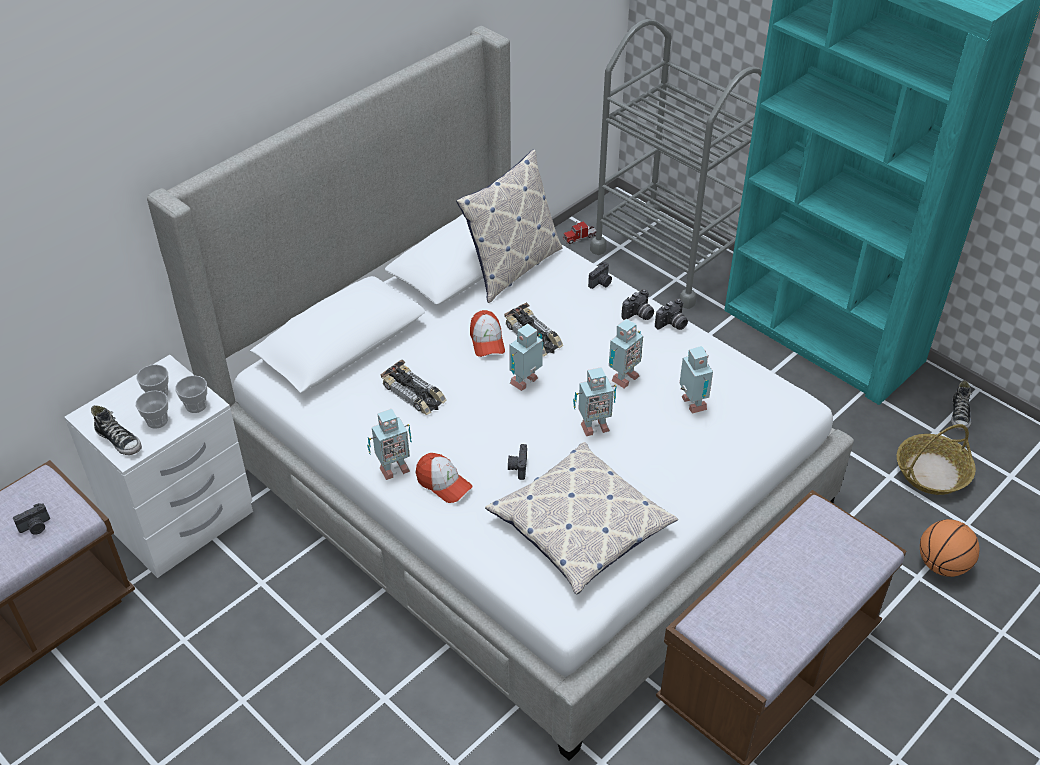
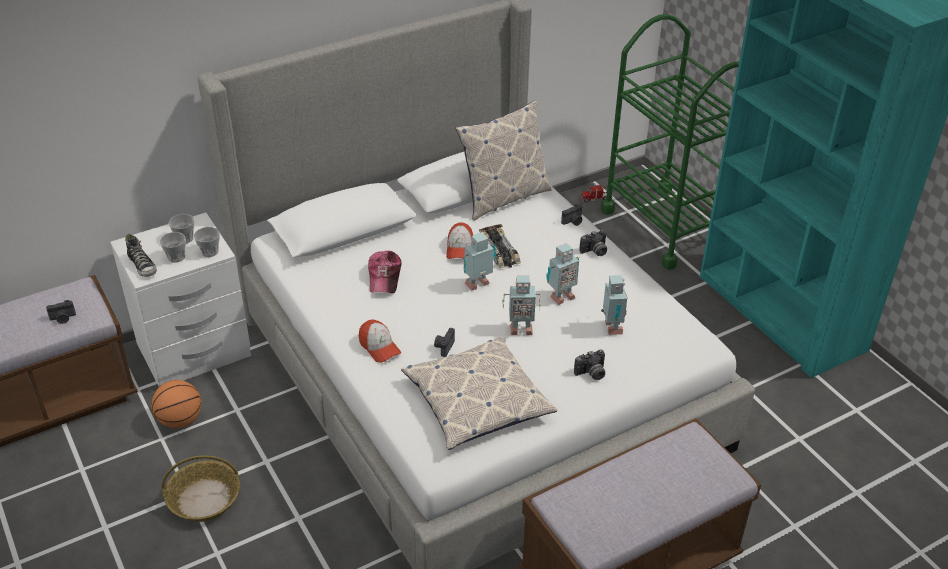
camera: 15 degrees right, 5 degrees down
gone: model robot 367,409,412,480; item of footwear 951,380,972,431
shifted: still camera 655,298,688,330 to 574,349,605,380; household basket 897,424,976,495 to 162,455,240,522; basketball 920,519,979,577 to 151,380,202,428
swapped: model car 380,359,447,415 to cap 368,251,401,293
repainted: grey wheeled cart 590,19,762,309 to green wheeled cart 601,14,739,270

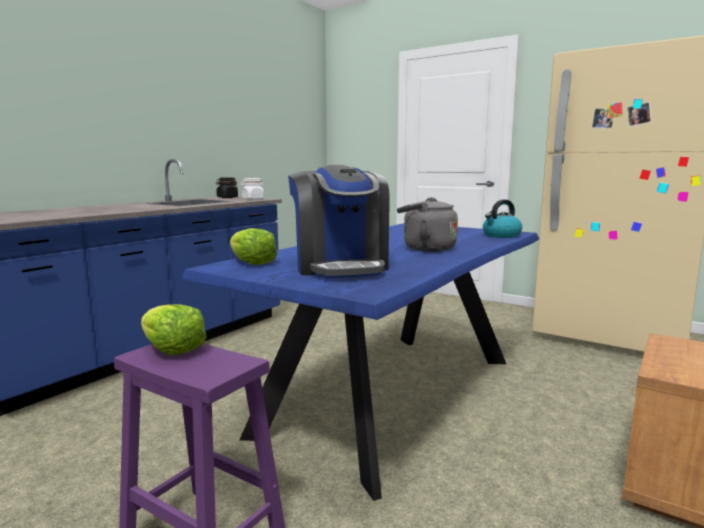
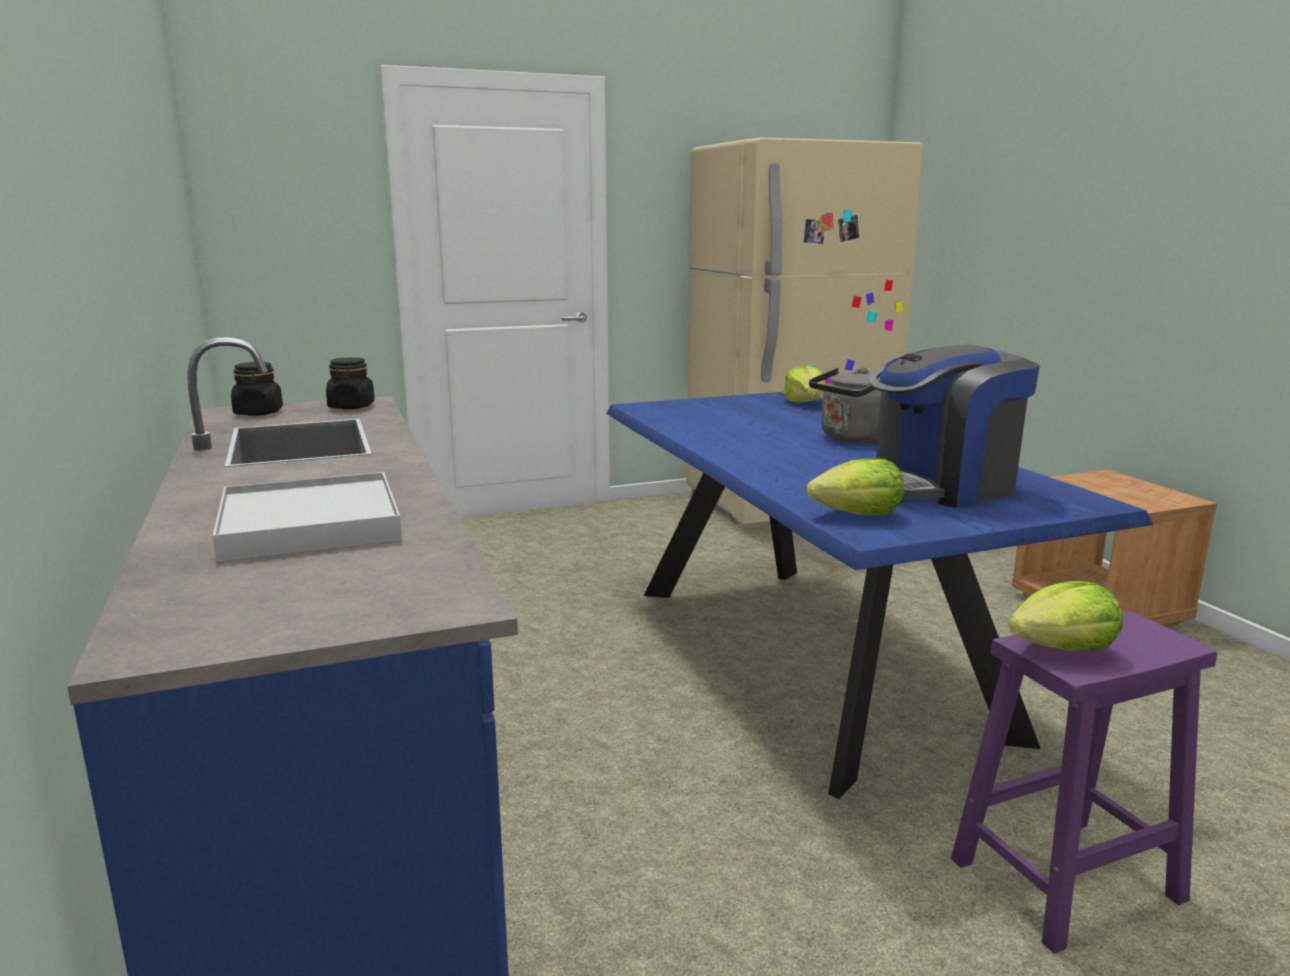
camera: 55 degrees left, 5 degrees up
new: white-coloured tray 213,472,402,562
swapped: kettle 483,199,522,238 to lettuce head 783,365,825,403
repainted: white-coloured storage jar 241,178,264,200 to blackish storage jar 326,357,375,409
rotated: coffee maker 288,165,390,278 = 869,344,1040,508 135 degrees clockwise

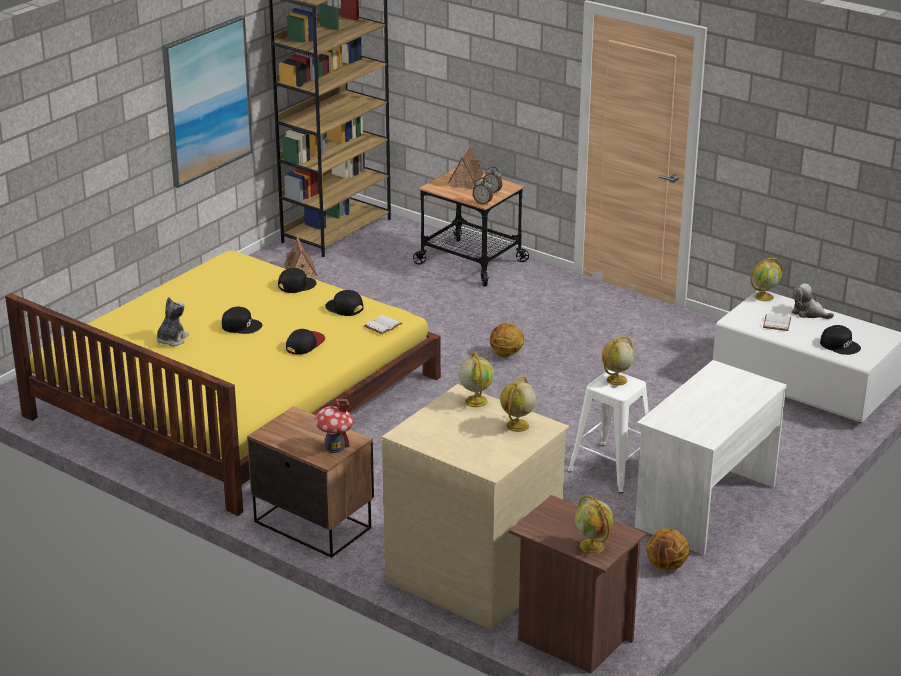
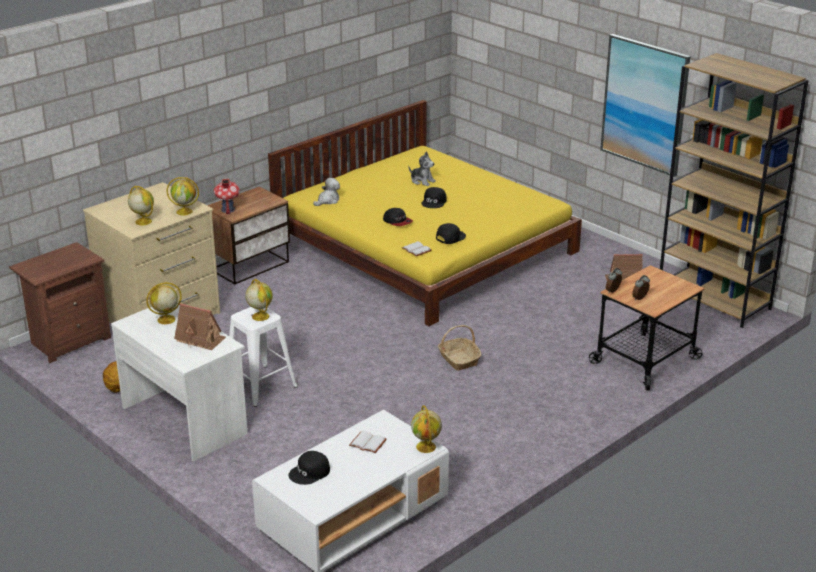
camera: 100 degrees right, 0 degrees up
gone: blackish cap 278,268,316,293
shifted: toy house 448,145,484,189 to 174,303,226,350; globe 575,495,613,554 to 146,282,182,324; plush toy 791,283,834,319 to 313,178,340,206
swapped: basketball 490,323,524,358 to household basket 438,325,482,371

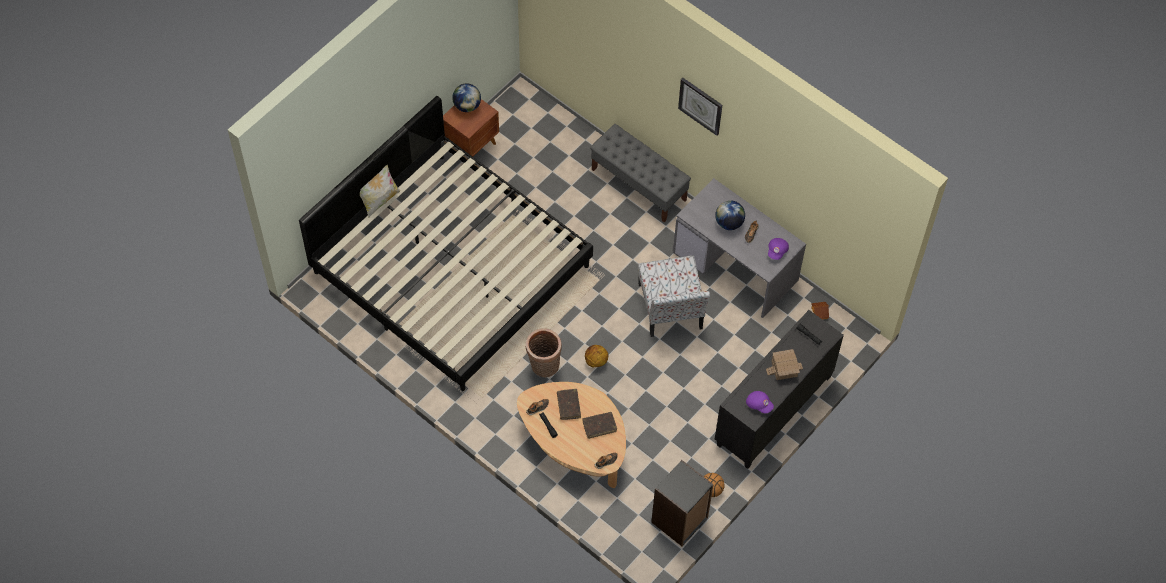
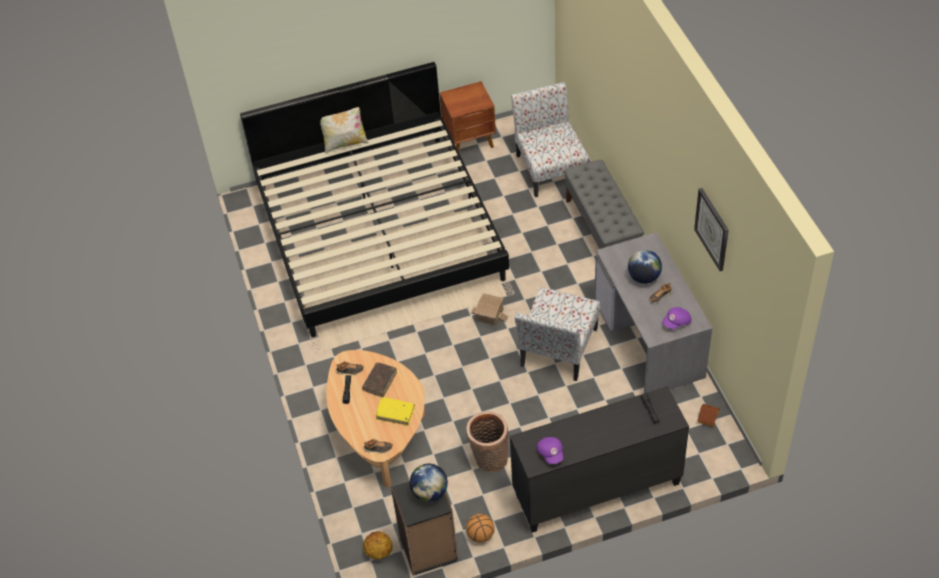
camera: 35 degrees right, 10 degrees down
new: upright chair 511,82,589,197
shifted: globe 452,84,481,112 to 410,464,448,502; household basket 526,328,562,378 to 466,411,509,472; basketball 585,345,608,368 to 363,531,392,560; hanging clock 678,78,722,136 to 694,188,729,271; toy house 766,349,803,380 to 471,293,508,325
repainted: brown book 582,412,617,439 to yellow book 375,397,415,425

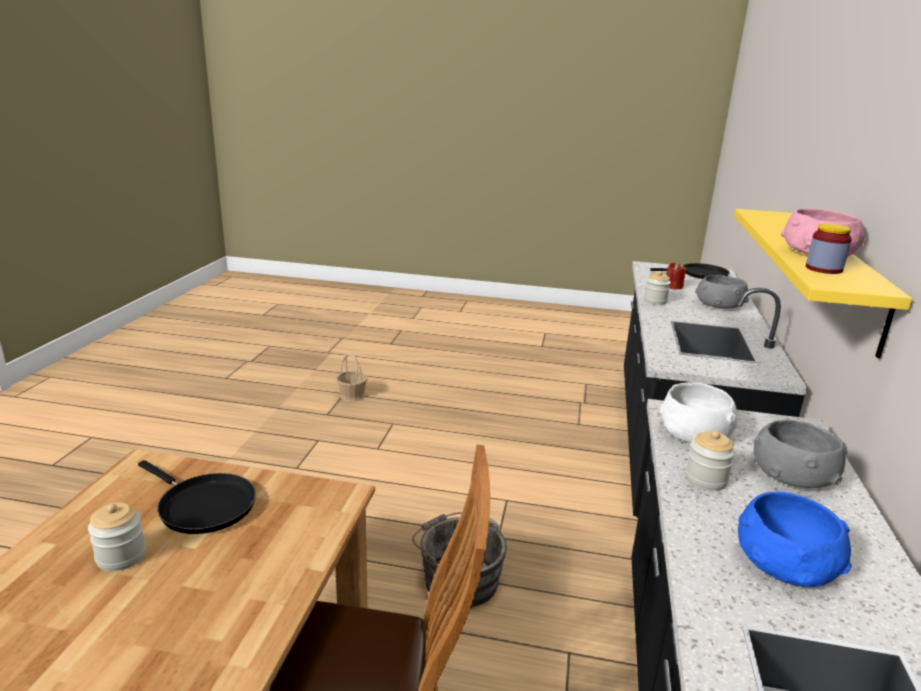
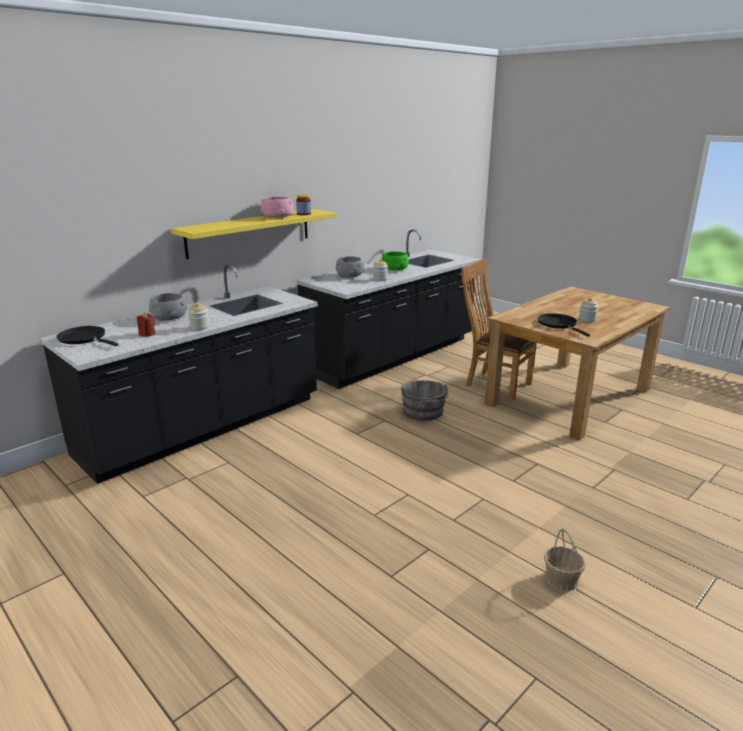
camera: 145 degrees left, 0 degrees up
gone: white-coloured deep dish 660,382,738,443
shifted: household basket 337,354,368,401 to 544,528,586,591
repainted: bluish deep dish 738,492,852,587 to green deep dish 381,251,409,270

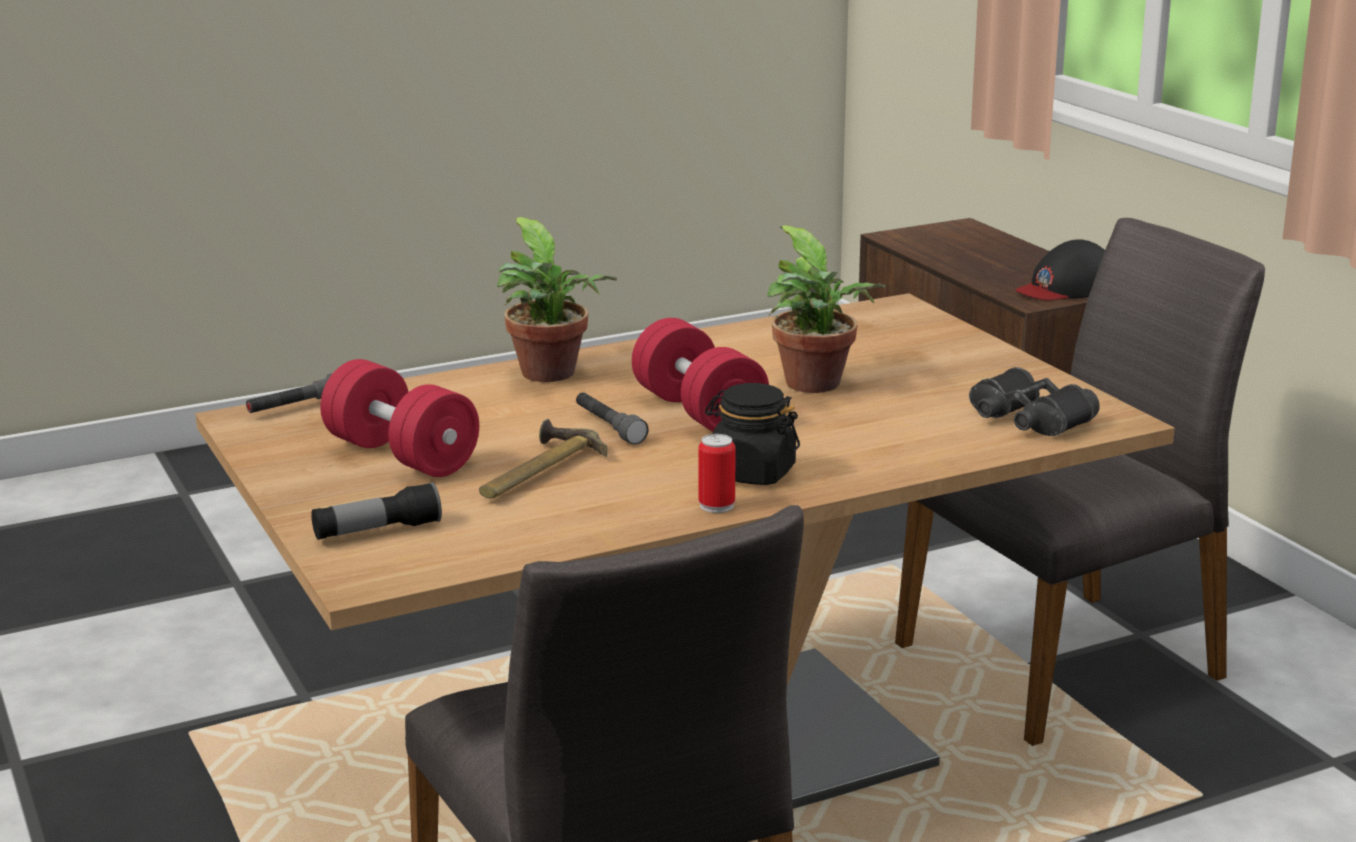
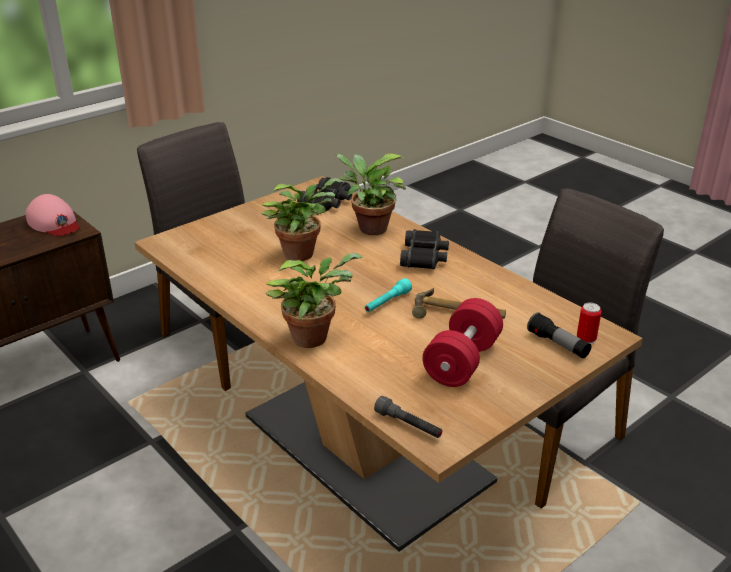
camera: 105 degrees left, 10 degrees up
gone: red dumbbell 632,318,769,432
new: houseplant 335,153,406,235
shifted: metal can 698,434,736,513 to 577,303,601,344
swapped: blackish storage jar 705,383,800,485 to blackish pair of binoculars 400,229,449,269
repainted: grey flashlight 576,392,649,445 to turquoise-coloured flashlight 365,278,412,312; blackish cap 1016,239,1105,300 to pink cap 25,194,80,236

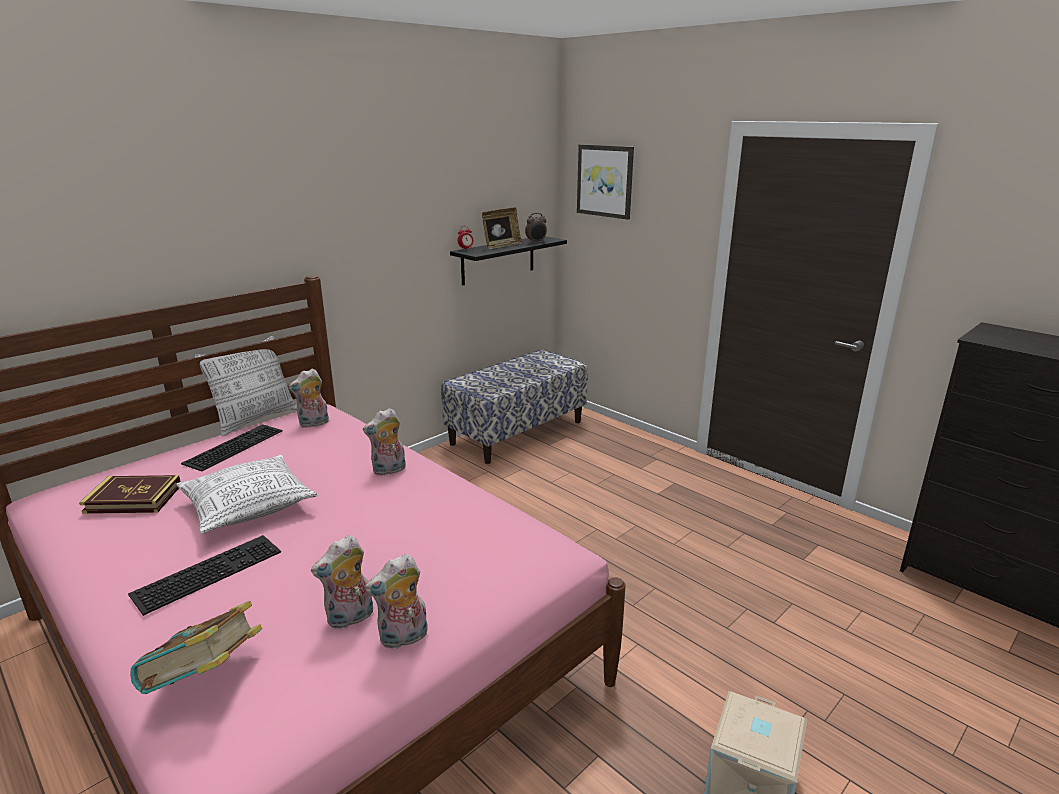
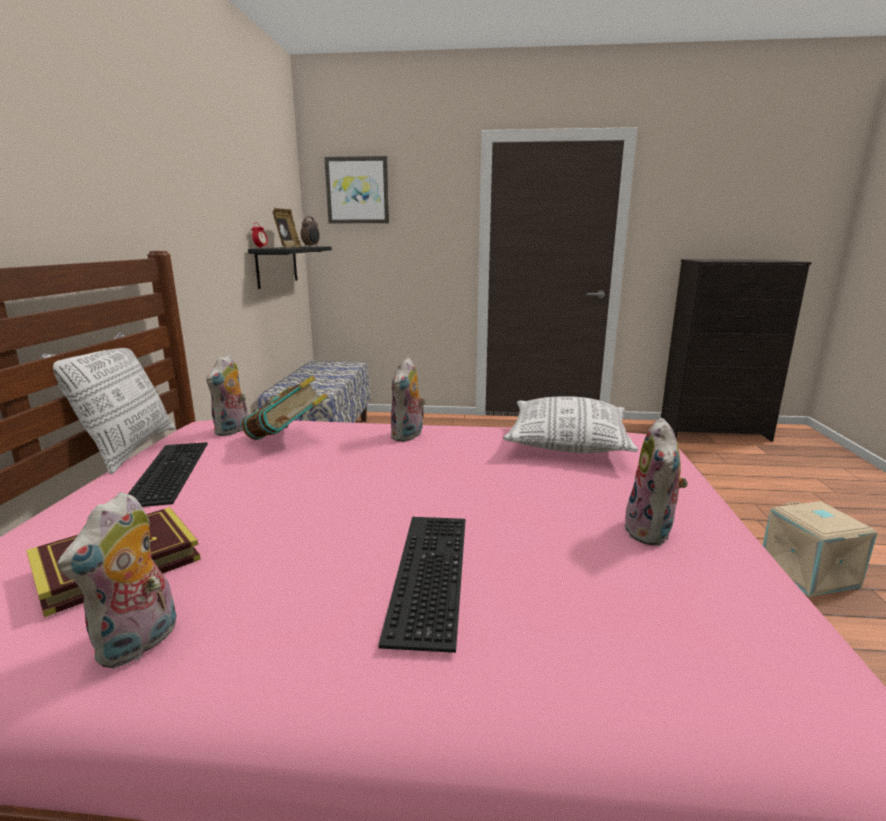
camera: 40 degrees left, 5 degrees down
shifted: book 130,601,262,694 to 242,376,328,440; throw pillow 176,455,317,534 to 503,396,638,453; plush toy 365,554,428,649 to 57,492,177,669

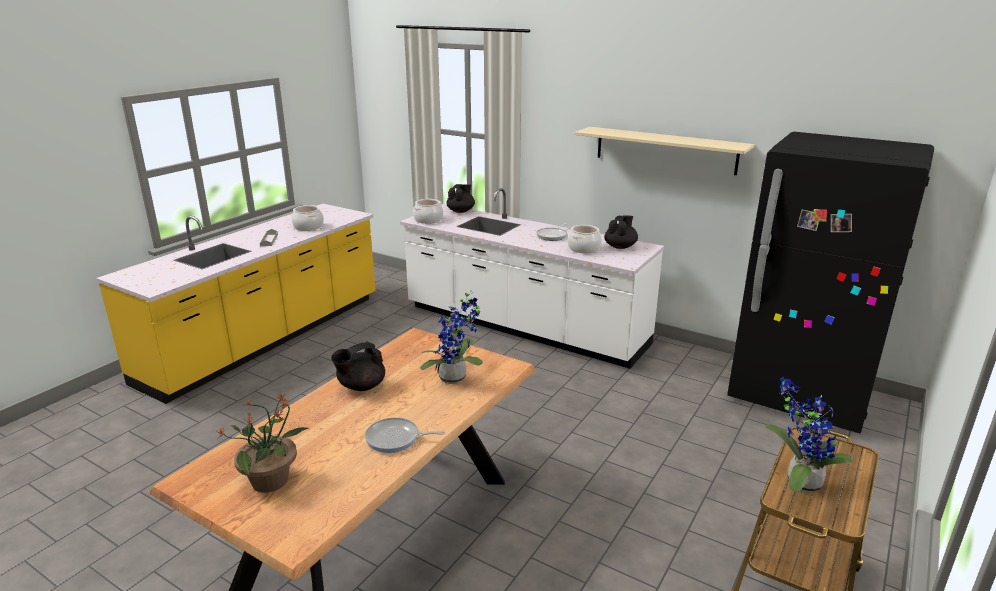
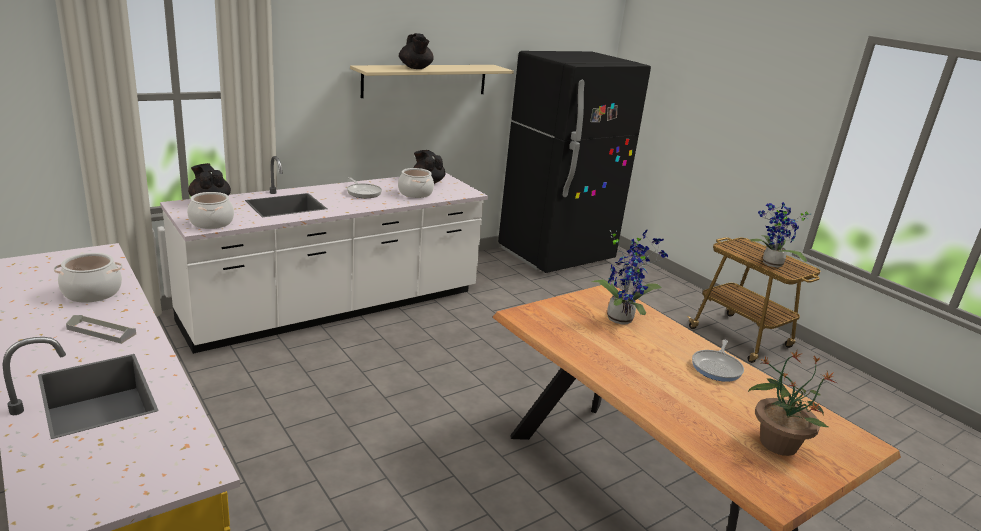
camera: 70 degrees left, 0 degrees up
shifted: blackish teapot 331,341,385,391 to 399,33,434,69

